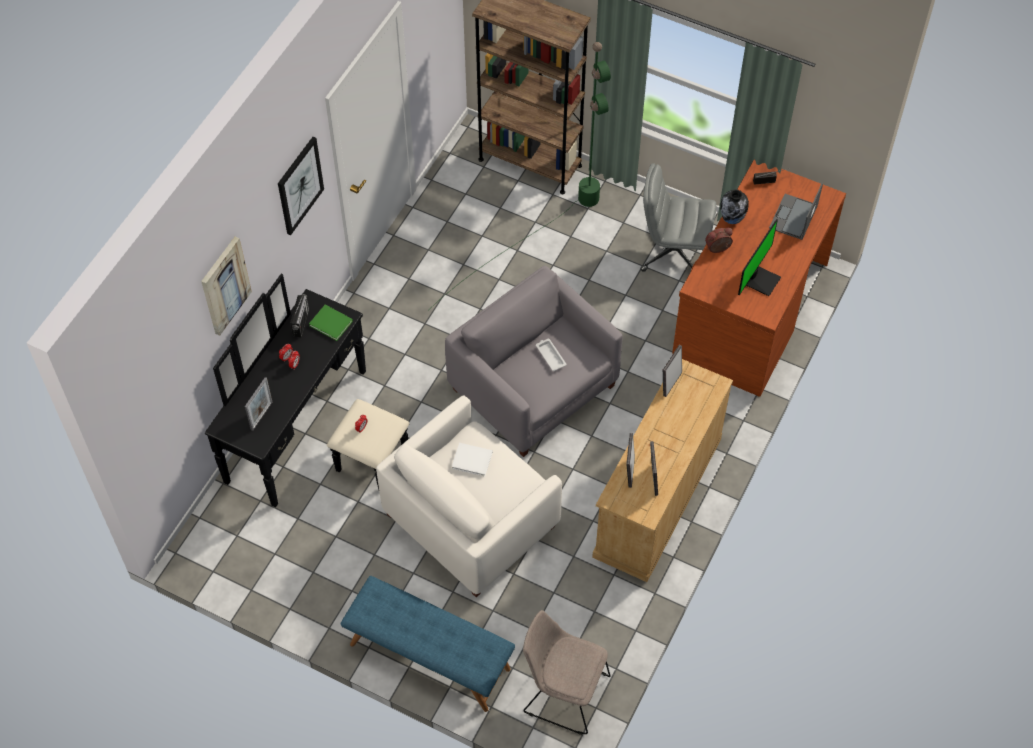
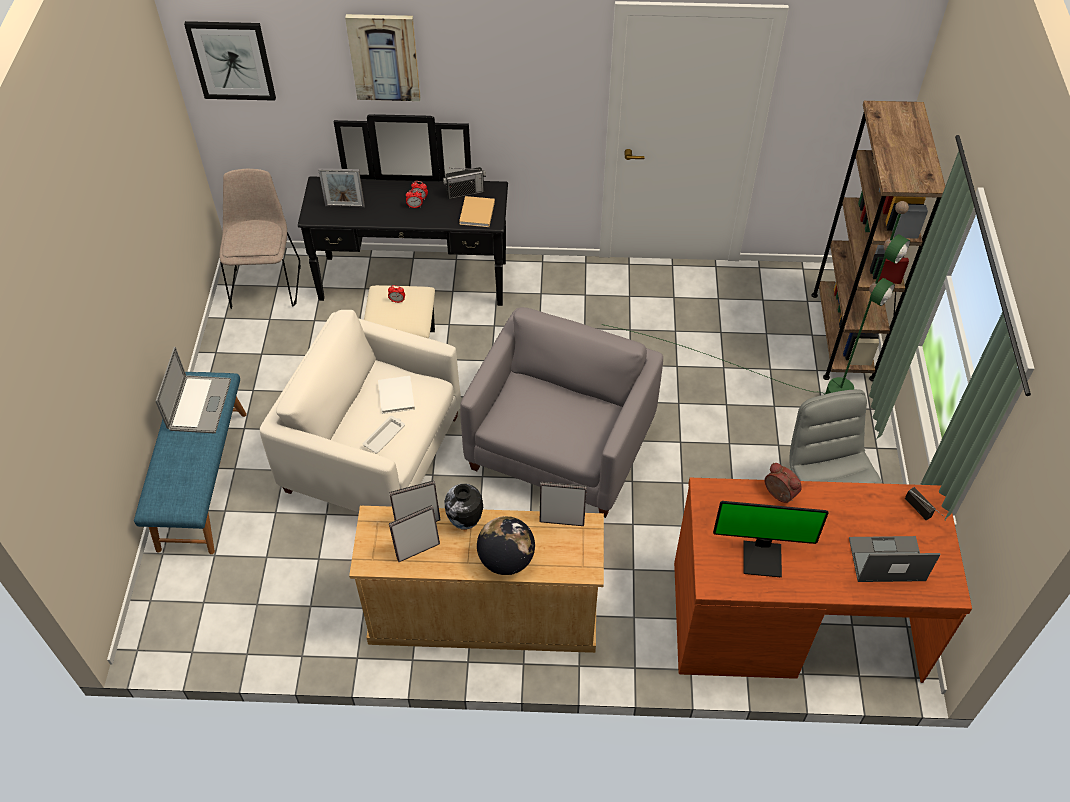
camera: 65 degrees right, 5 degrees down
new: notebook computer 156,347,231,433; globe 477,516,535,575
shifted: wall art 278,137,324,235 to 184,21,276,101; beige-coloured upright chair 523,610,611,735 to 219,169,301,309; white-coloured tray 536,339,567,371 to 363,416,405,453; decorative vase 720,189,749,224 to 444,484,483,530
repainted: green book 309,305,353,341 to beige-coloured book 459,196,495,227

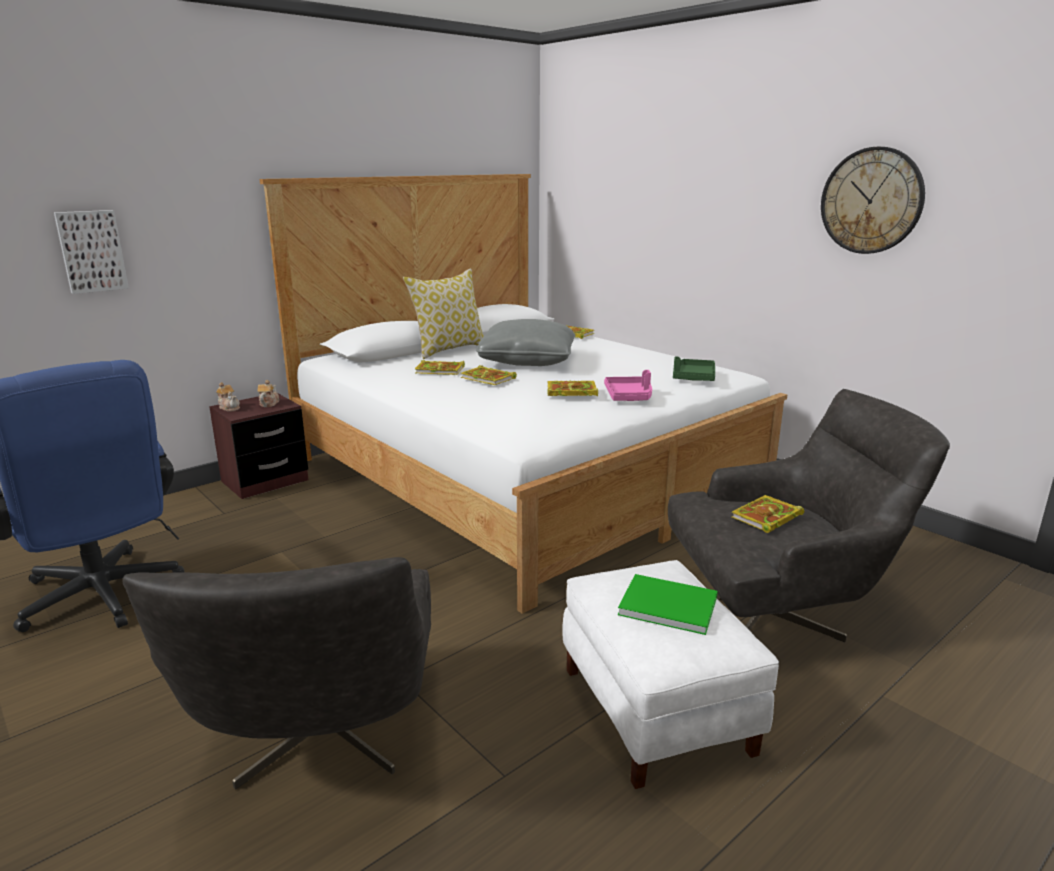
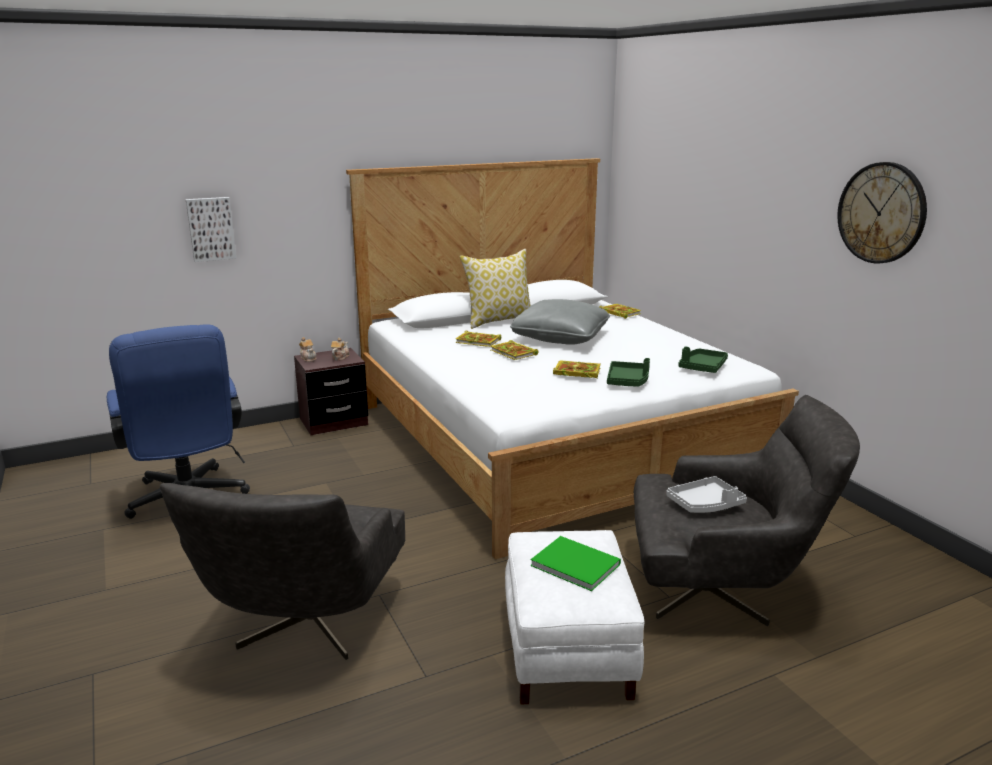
camera: 15 degrees right, 0 degrees up
swapped: book 731,495,804,533 to grey tray 666,476,747,513
repainted: pink tray 604,370,652,401 to green tray 607,358,650,387

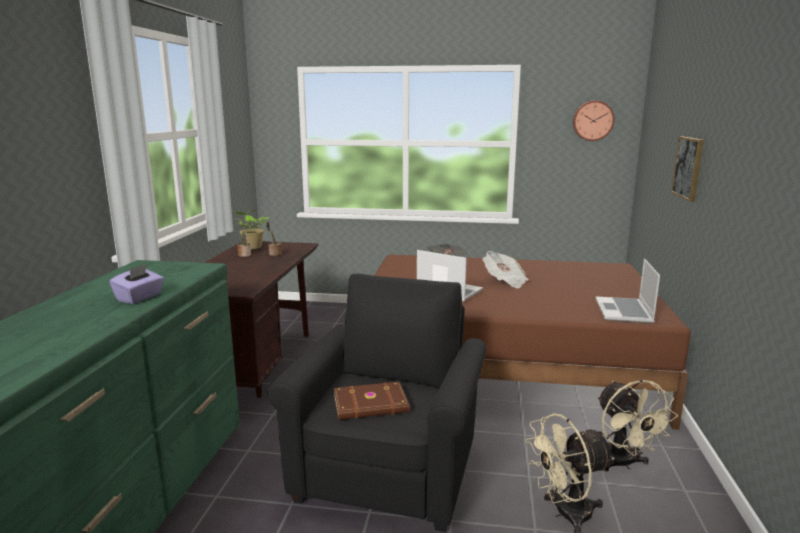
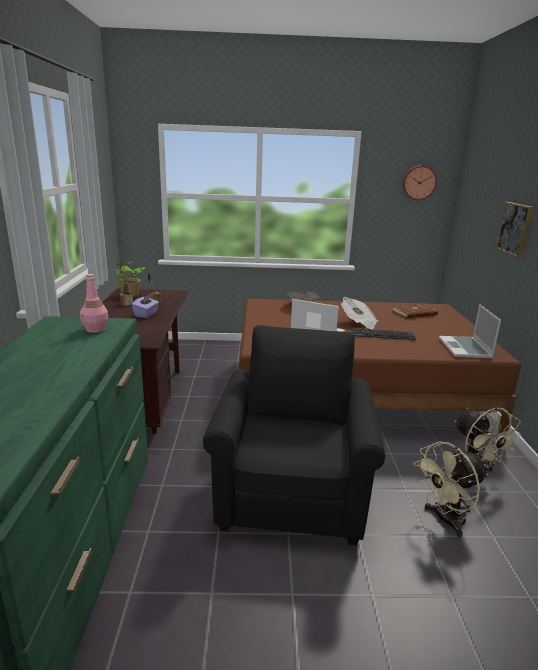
camera: 10 degrees left, 5 degrees up
new: pink beverage bottle 80,274,108,333; PC keyboard 352,328,416,340
shifted: purple box of tissues 109,264,164,304 to 132,294,159,318; brown book 334,382,410,420 to 392,304,438,318

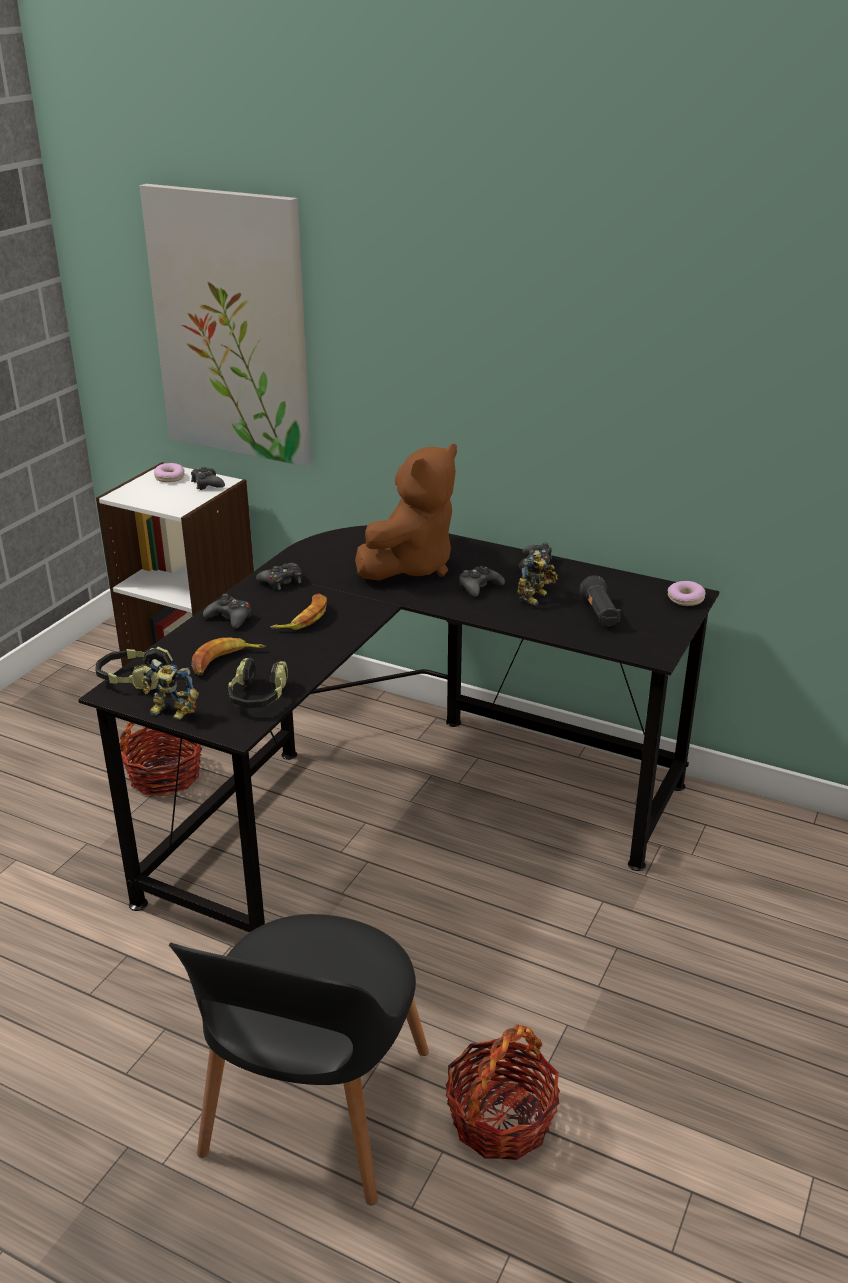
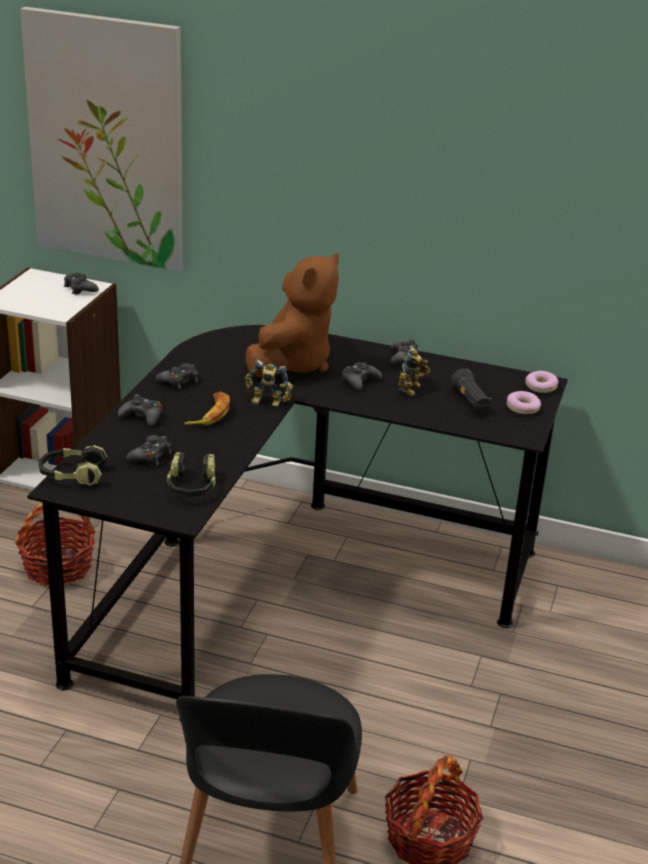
camera: 10 degrees left, 0 degrees up
shifted: model robot 141,659,199,720 to 245,360,293,407; doughnut 154,463,185,482 to 507,391,541,414
swapped: banana fruit 191,638,265,675 to blackish game controller 126,435,171,466

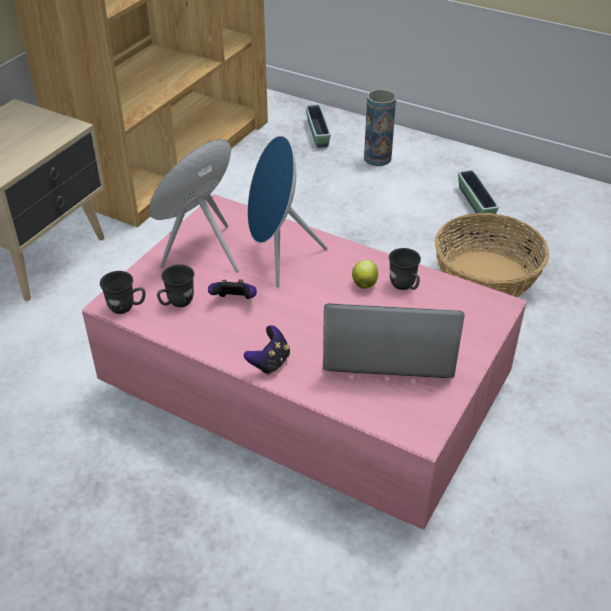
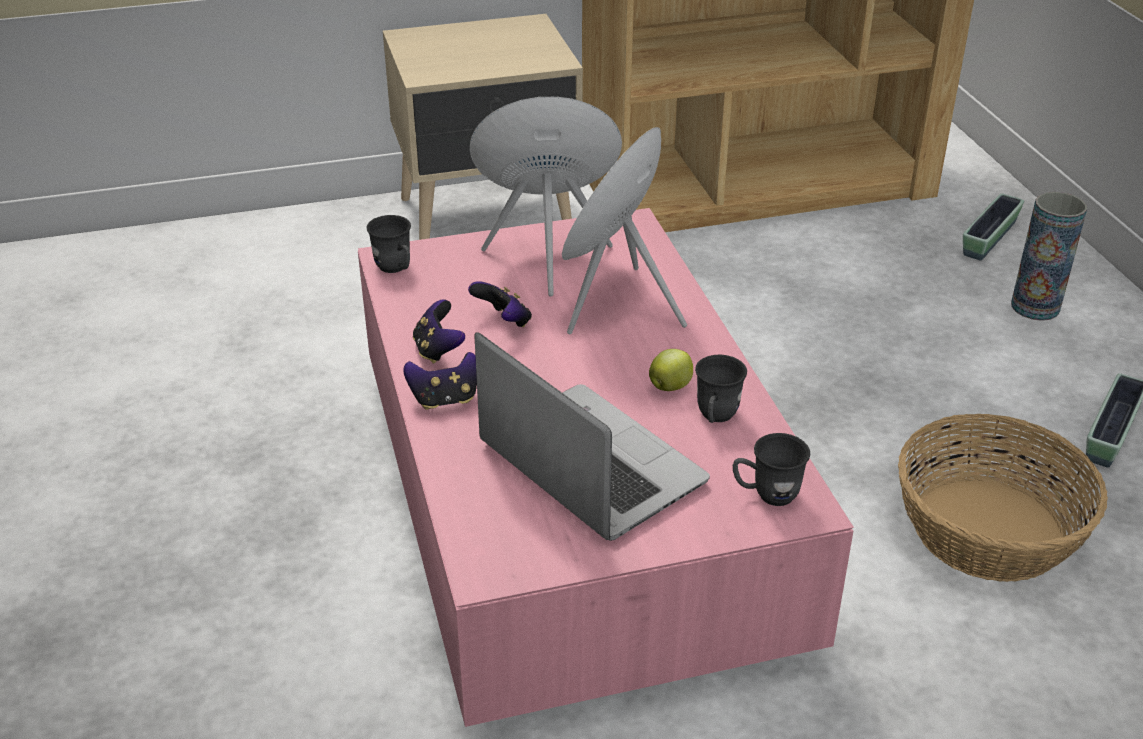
camera: 45 degrees right, 5 degrees down
new: game controller 413,299,465,364
shifted: grey tea mug 157,264,194,307 to 733,433,810,506

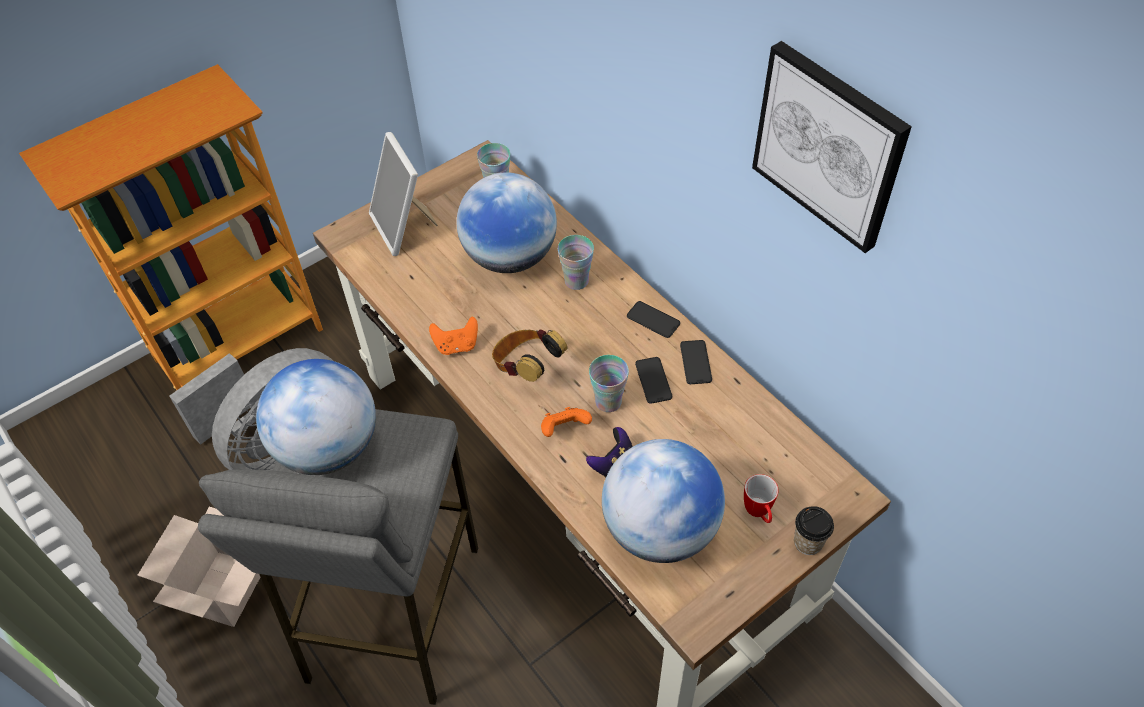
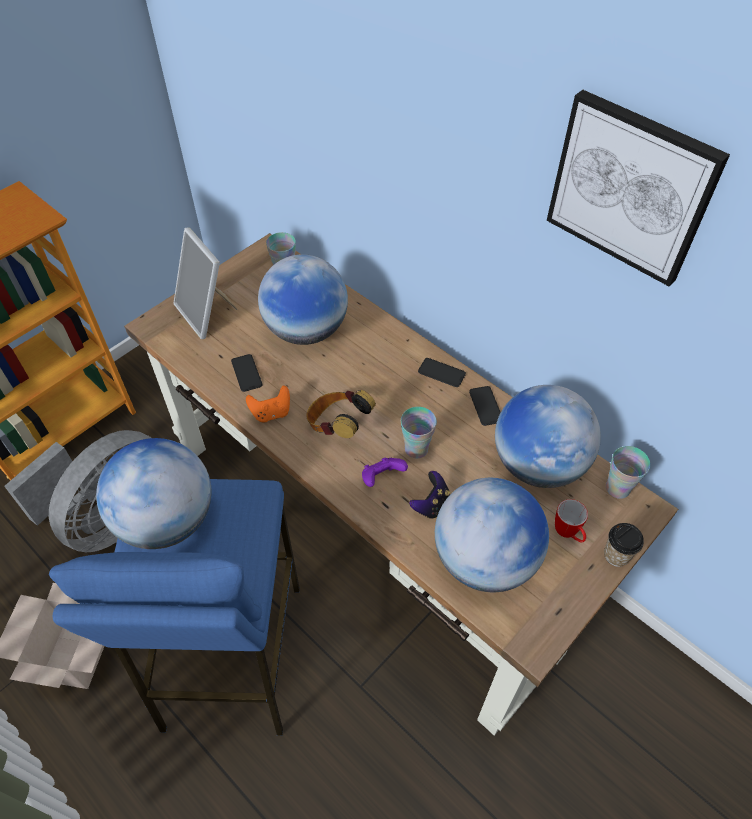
camera: 10 degrees left, 0 degrees up
new: globe 495,385,601,488
shifted: small cup 558,235,594,290 to 606,446,650,499; handset 635,357,672,404 to 231,354,262,392
repainted: grey stool 198,409,478,705 to bluish stool 49,479,300,736; orange-coloured game controller 541,407,592,437 to purple game controller 362,457,408,487

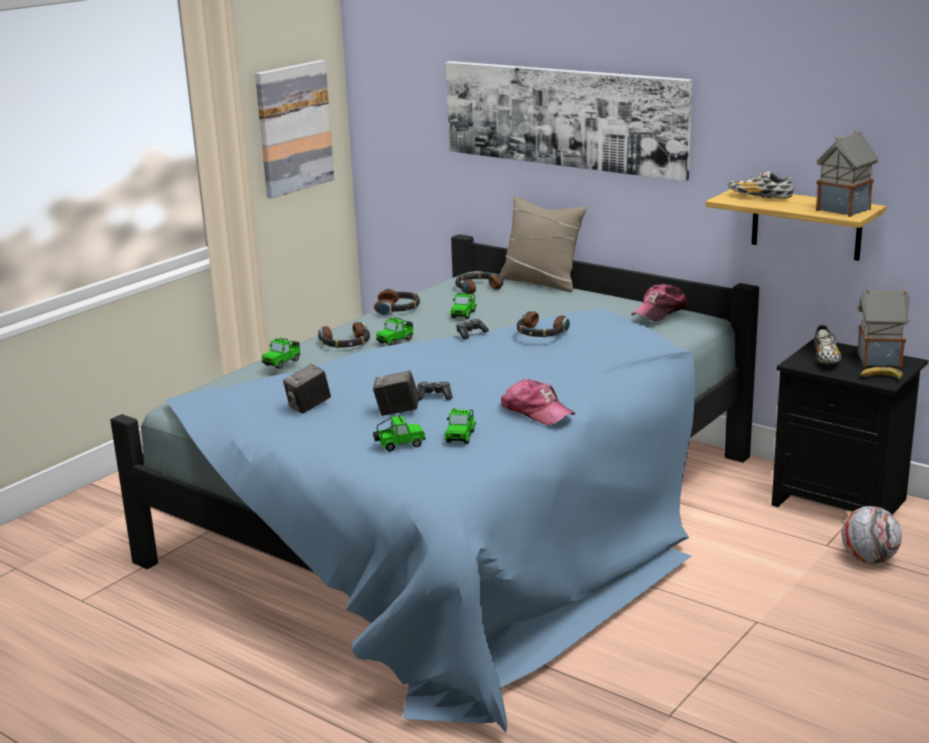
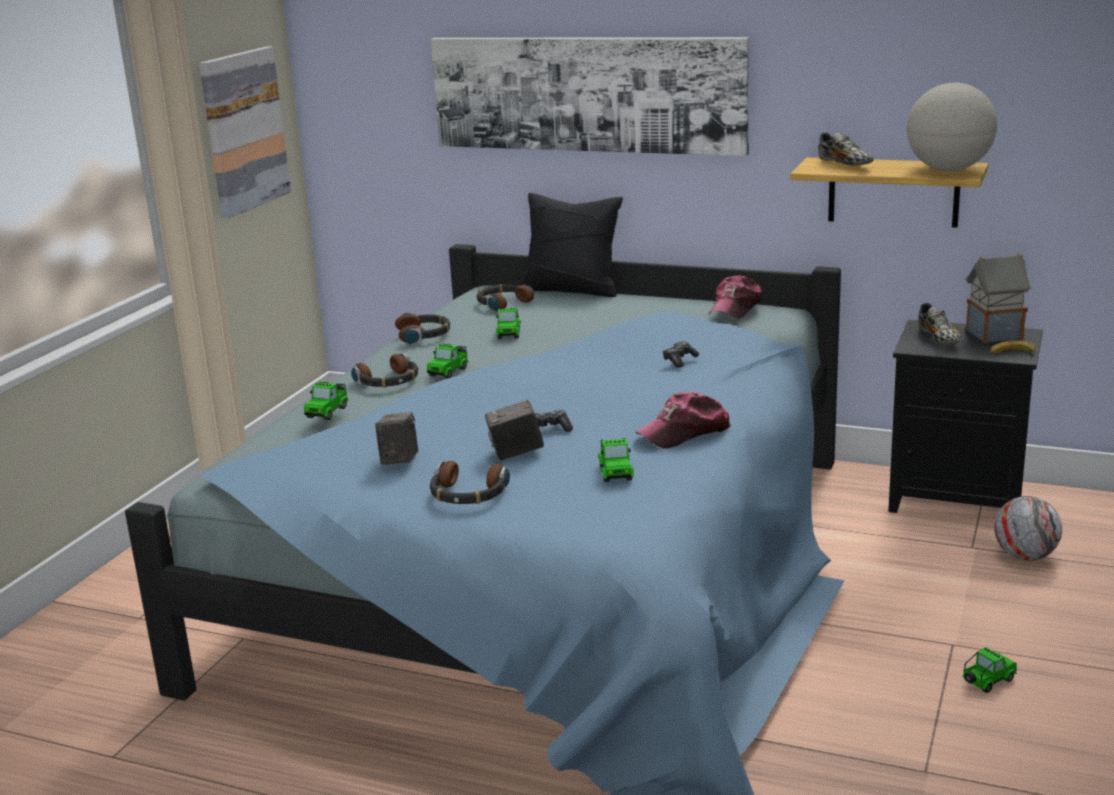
camera: 15 degrees left, 0 degrees up
shifted: model car 373,415,425,451 to 962,647,1017,693; game controller 456,319,489,339 to 663,341,699,368; pair of headphones 517,311,570,337 to 430,461,510,504
swapped: toy house 816,131,878,217 to globe 907,83,997,171
repainted: beige-coloured throw pillow 499,197,586,292 to blackish throw pillow 520,193,623,297
rotated: still camera 283,364,331,414 = 375,412,418,464 150 degrees clockwise; cap 501,379,575,426 = 635,392,731,448 120 degrees clockwise; item of footwear 728,170,794,199 = 818,132,874,166 135 degrees counterclockwise

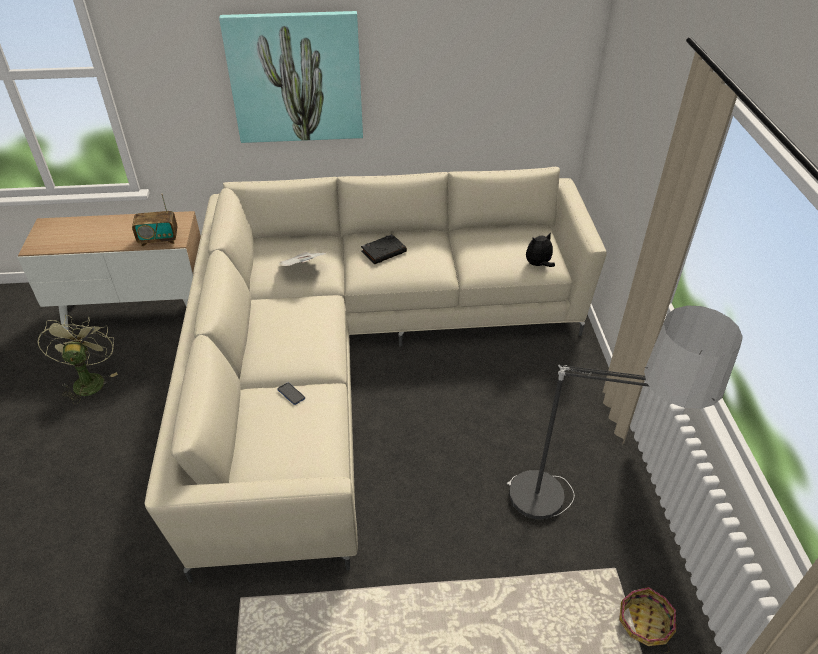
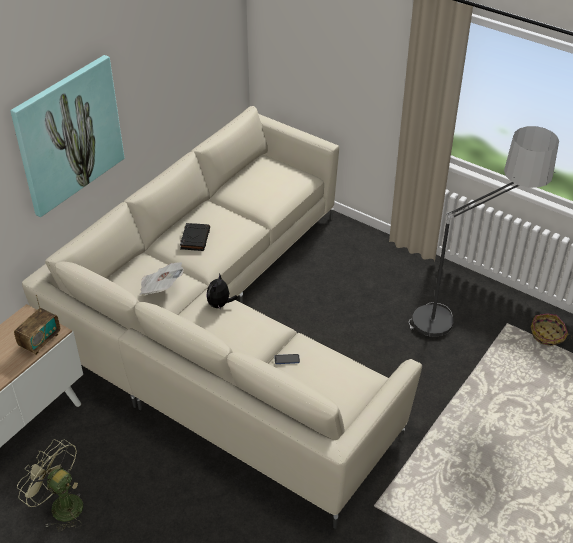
camera: 50 degrees left, 0 degrees up
shifted: plush toy 526,232,555,267 to 206,273,238,310

